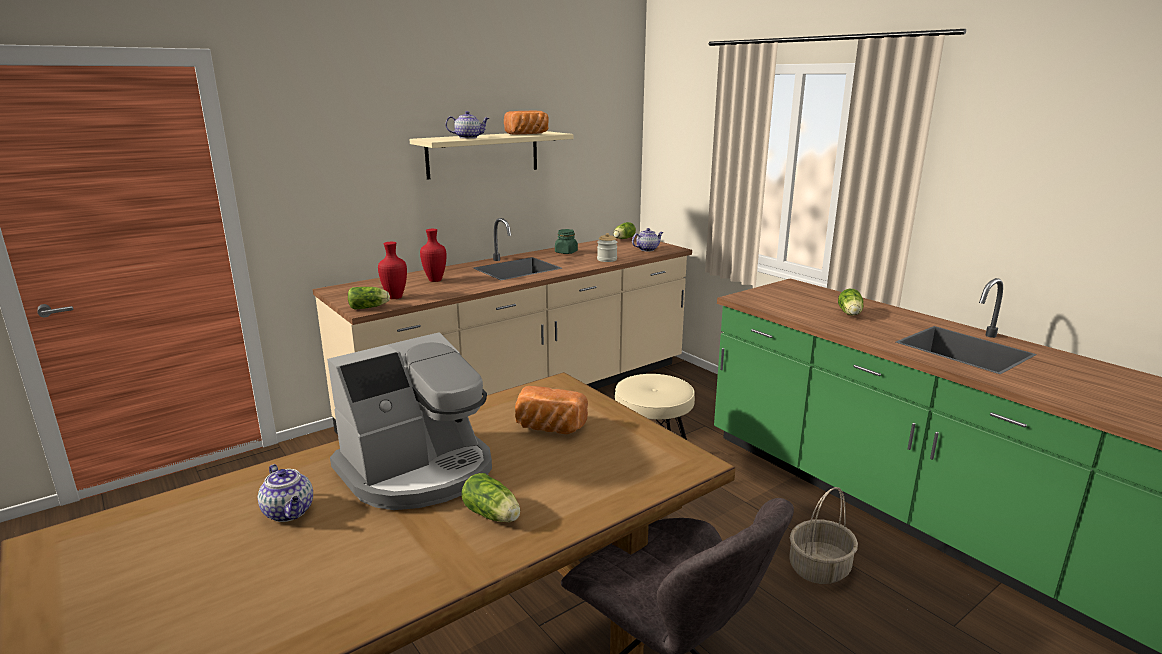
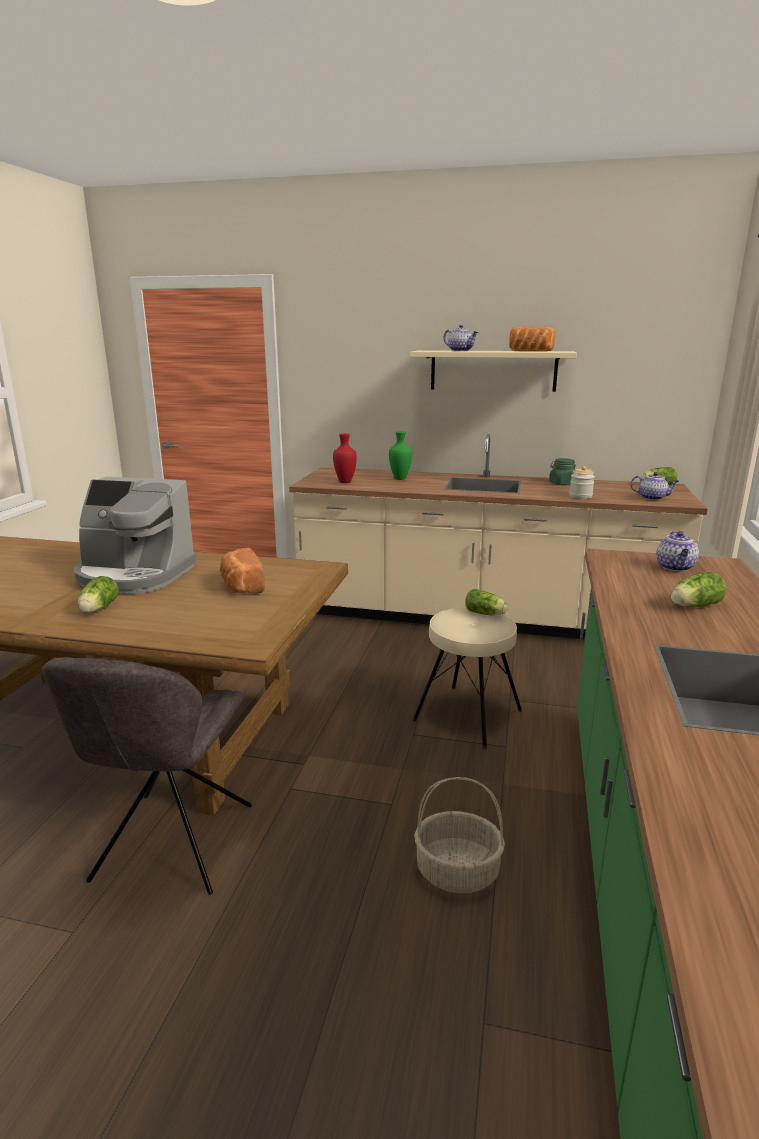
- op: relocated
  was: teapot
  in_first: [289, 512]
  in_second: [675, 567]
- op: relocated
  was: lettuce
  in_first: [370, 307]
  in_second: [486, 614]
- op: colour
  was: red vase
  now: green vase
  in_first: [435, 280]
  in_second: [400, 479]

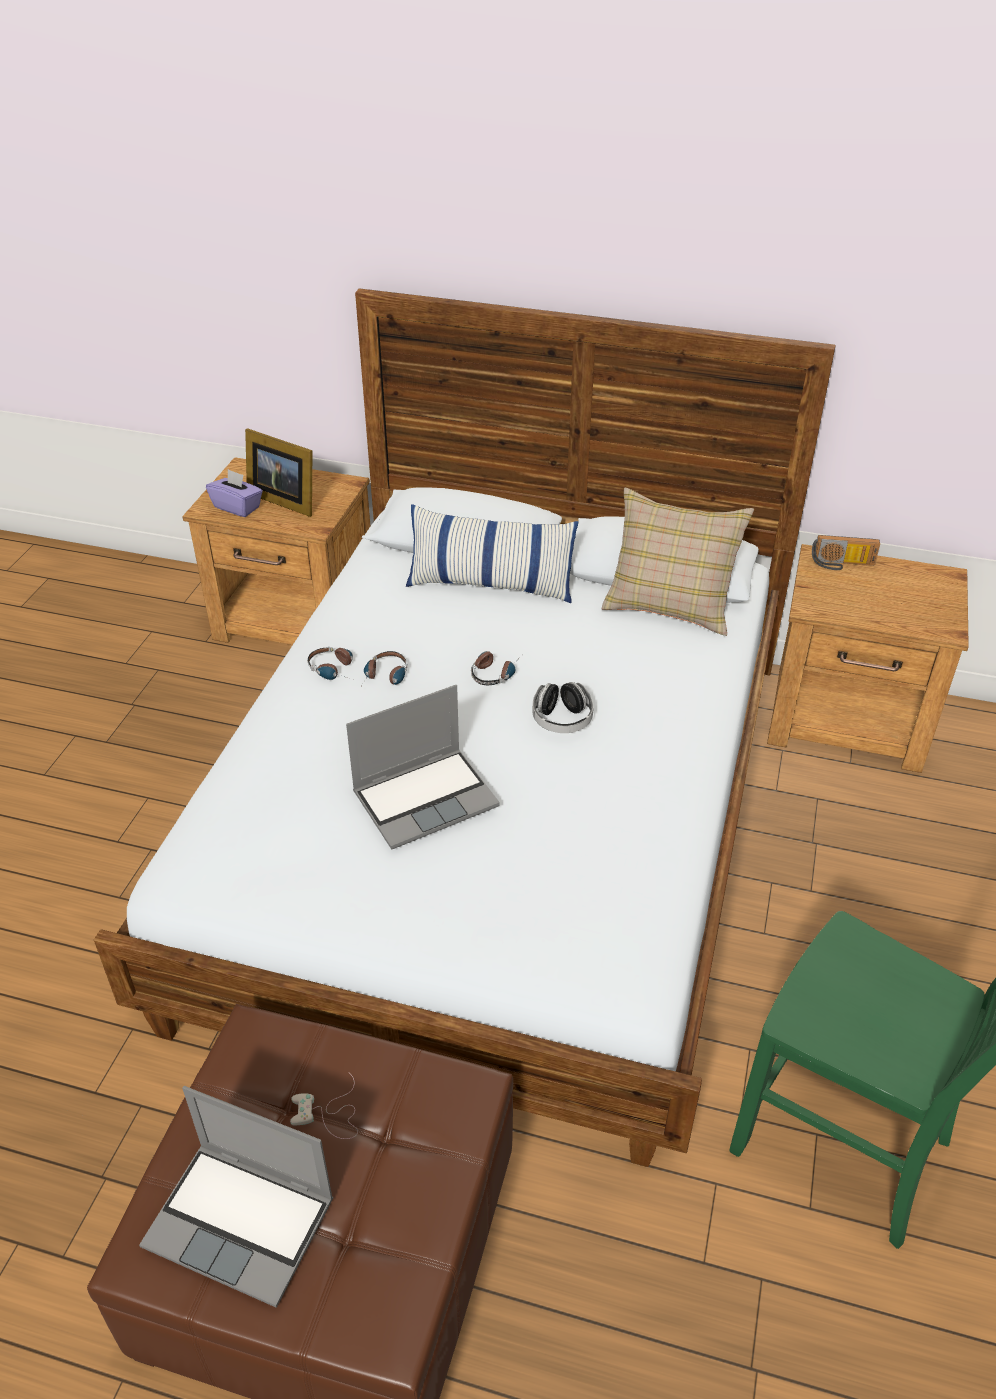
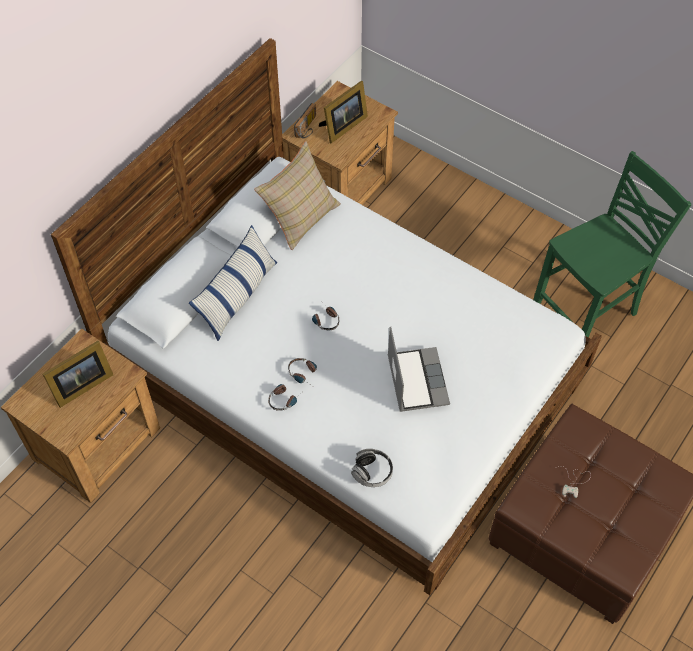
- op: missing
  was: laptop
  in_first: [243, 1222]
- op: missing
  was: purple tissue box
  in_first: [237, 507]
- op: appeared
  now: picture frame
  in_second: [342, 127]
- op: relocated
  was: headphones
  in_first: [562, 720]
  in_second: [372, 472]

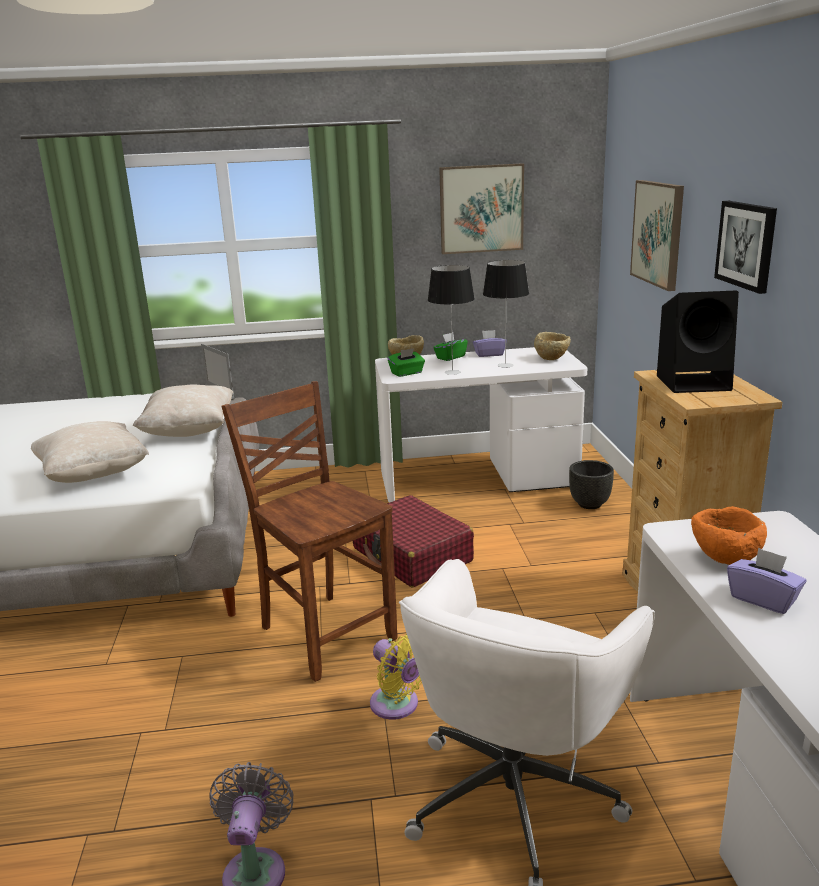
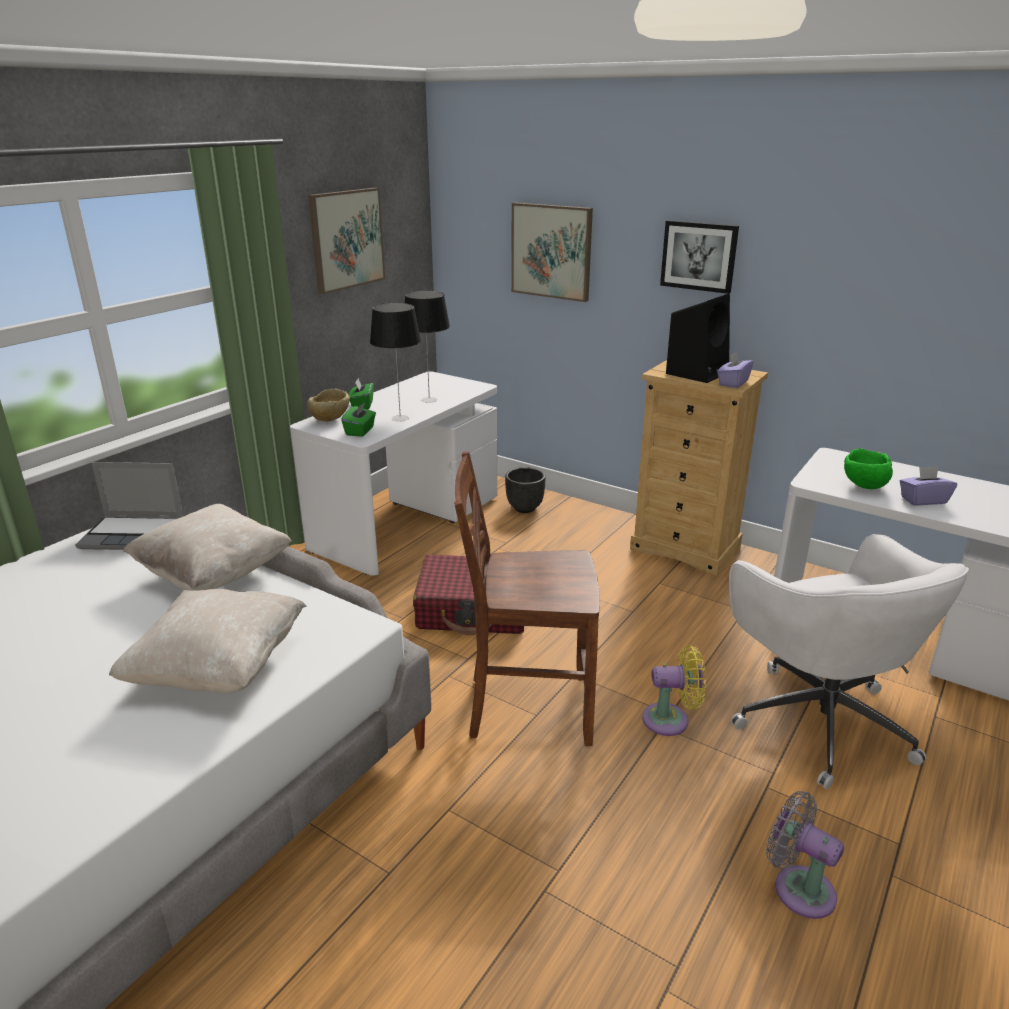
- op: missing
  was: beige bowl
  in_first: [552, 359]
- op: relocated
  was: purple tissue box
  in_first: [489, 354]
  in_second: [733, 383]
- op: colour
  was: orange bowl
  now: green bowl
  in_first: [724, 558]
  in_second: [863, 486]

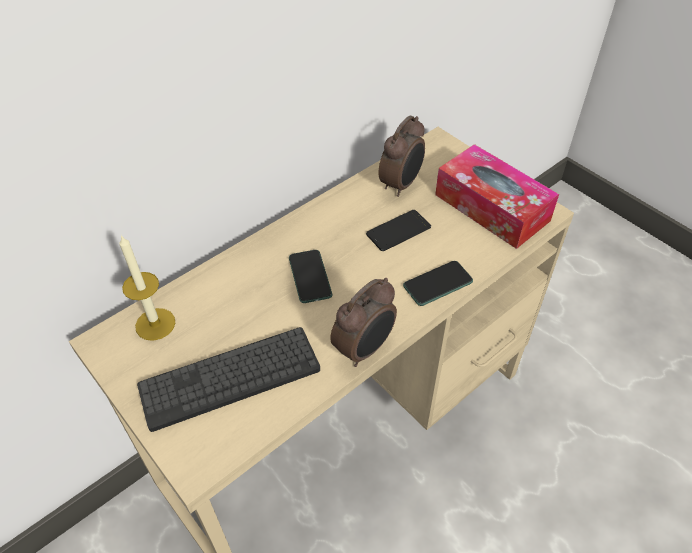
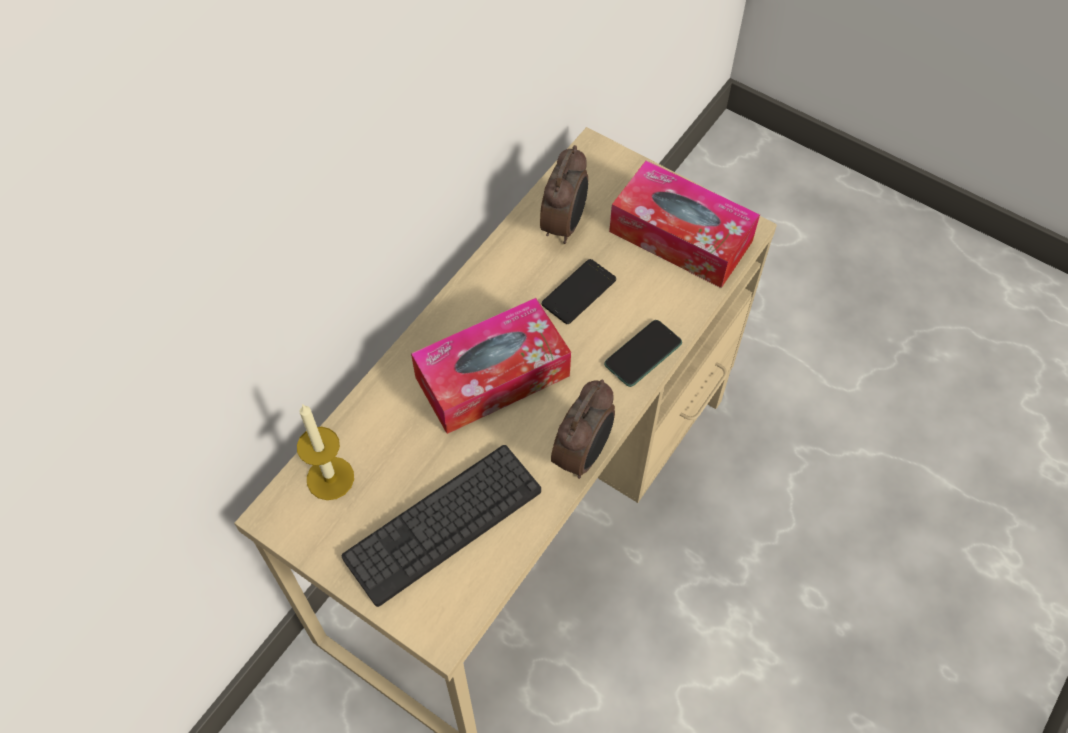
- op: exchanged
  was: phone
  now: tissue box
  in_first: [310, 277]
  in_second: [492, 377]

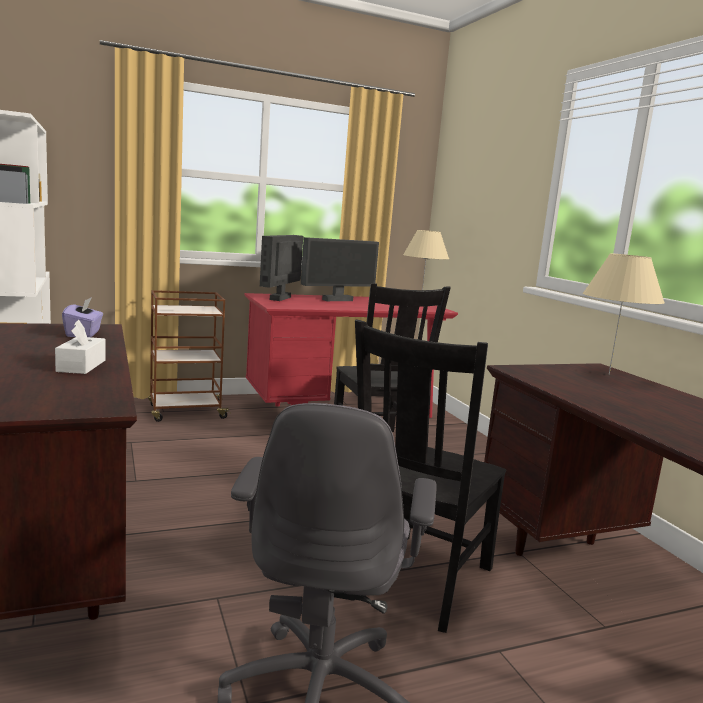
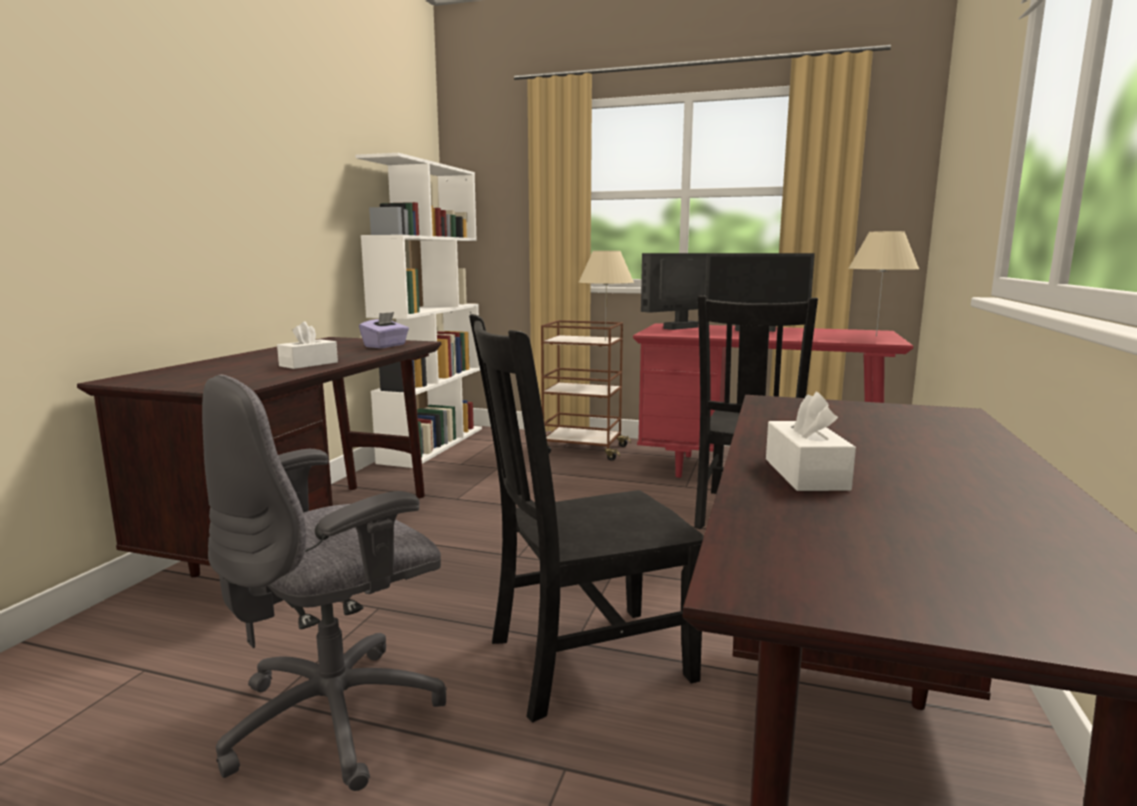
- op: appeared
  now: white tissue box
  in_second: [805, 474]
- op: relocated
  was: beige table lamp
  in_first: [609, 374]
  in_second: [605, 340]

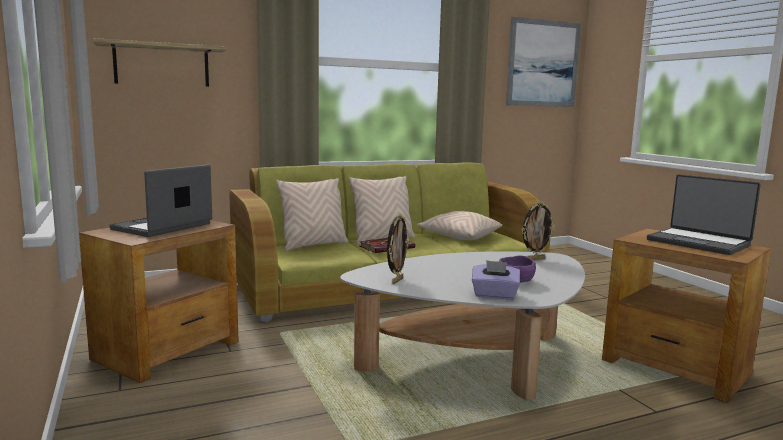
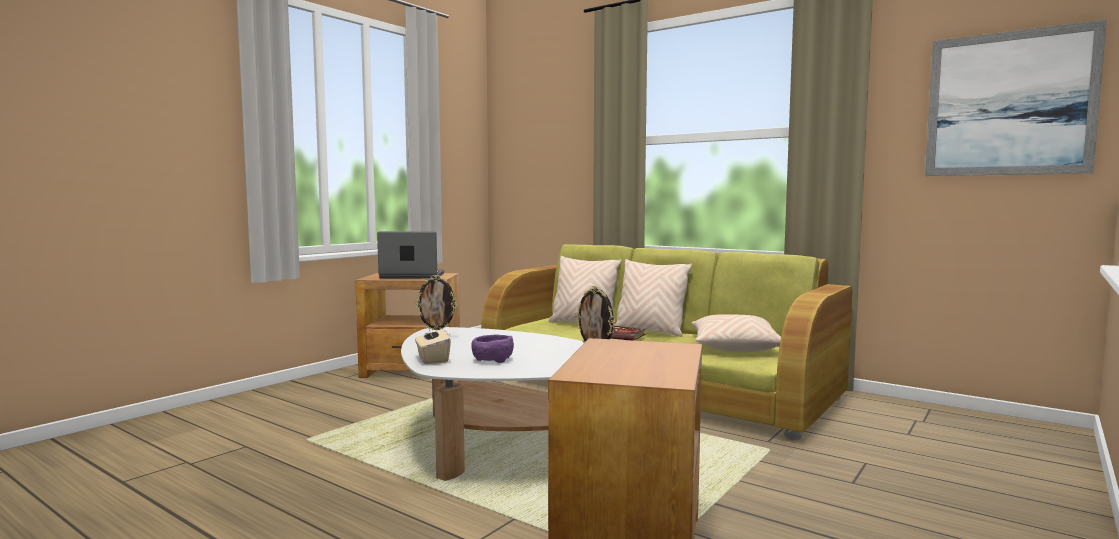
- op: missing
  was: shelf
  in_first: [162, 65]
- op: missing
  was: laptop
  in_first: [698, 243]
- op: colour
  was: purple tissue box
  now: beige tissue box
  in_first: [494, 295]
  in_second: [432, 359]

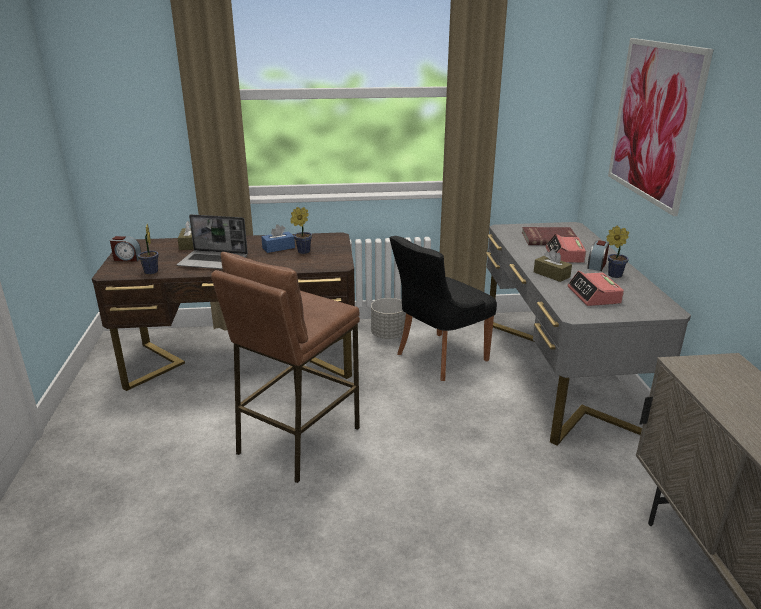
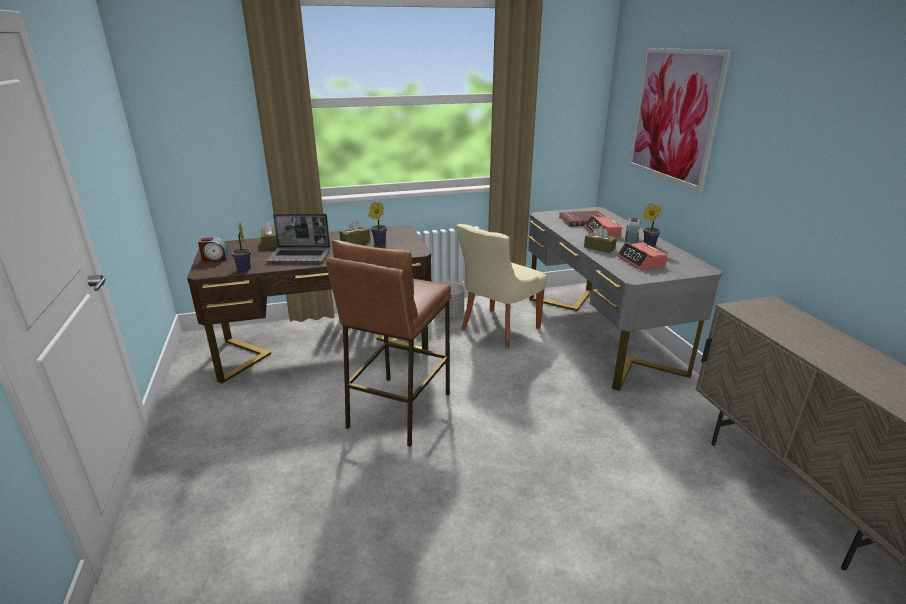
- op: colour
  was: blue tissue box
  now: brown tissue box
  in_first: [278, 248]
  in_second: [355, 241]
- op: colour
  was: black chair
  now: beige chair
  in_first: [438, 357]
  in_second: [498, 329]

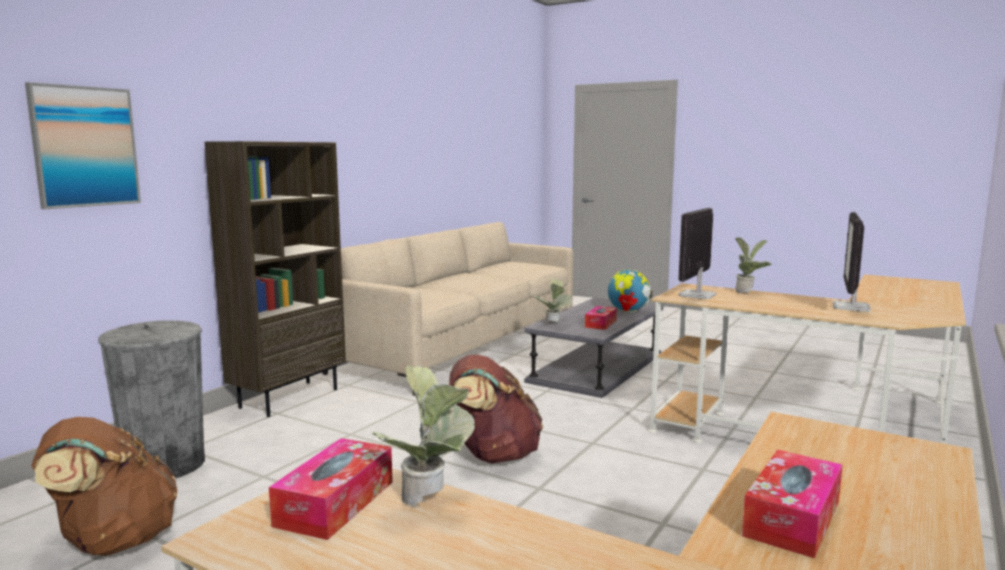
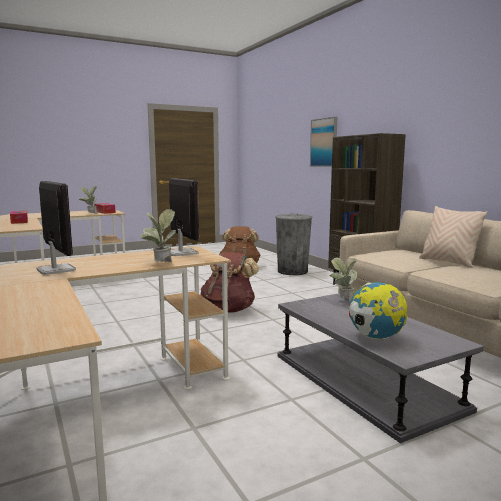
- op: missing
  was: tissue box
  in_first: [600, 324]
- op: appeared
  now: beige pillow
  in_second: [448, 262]

